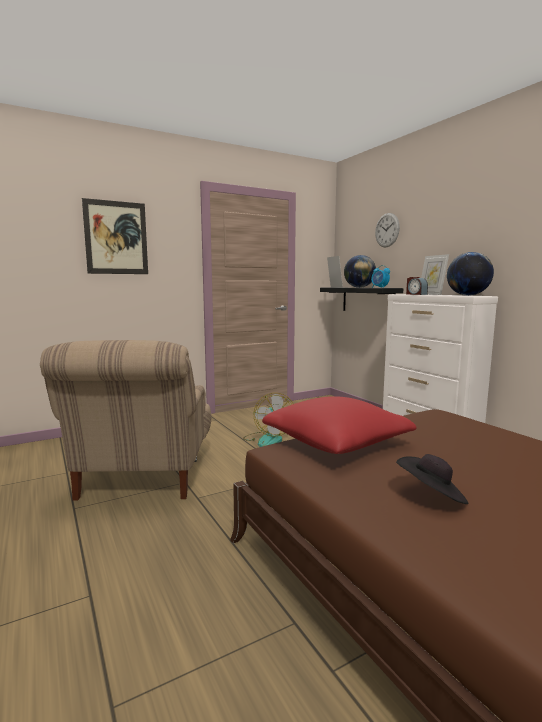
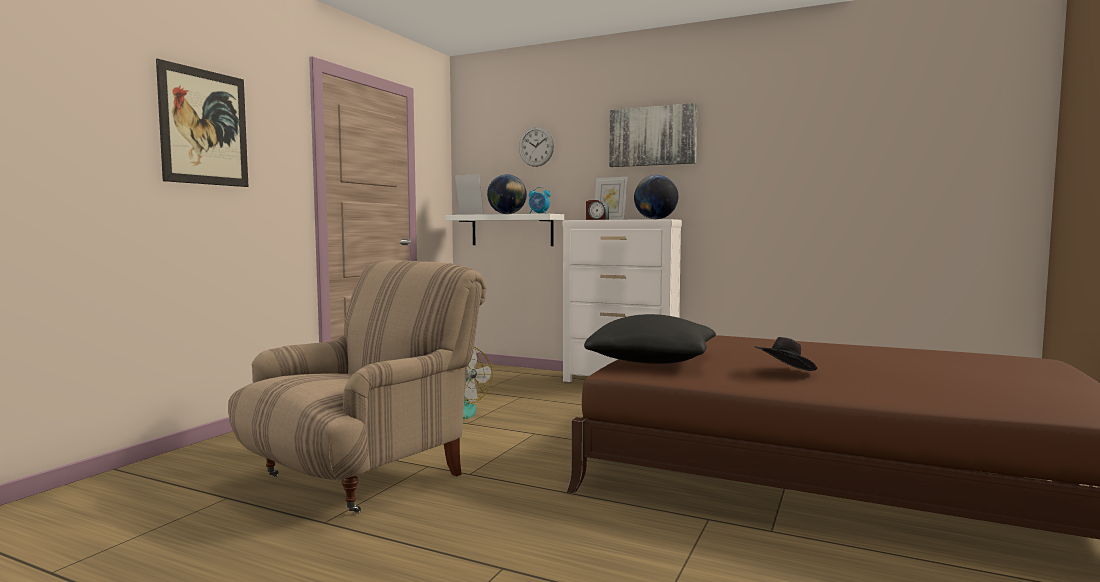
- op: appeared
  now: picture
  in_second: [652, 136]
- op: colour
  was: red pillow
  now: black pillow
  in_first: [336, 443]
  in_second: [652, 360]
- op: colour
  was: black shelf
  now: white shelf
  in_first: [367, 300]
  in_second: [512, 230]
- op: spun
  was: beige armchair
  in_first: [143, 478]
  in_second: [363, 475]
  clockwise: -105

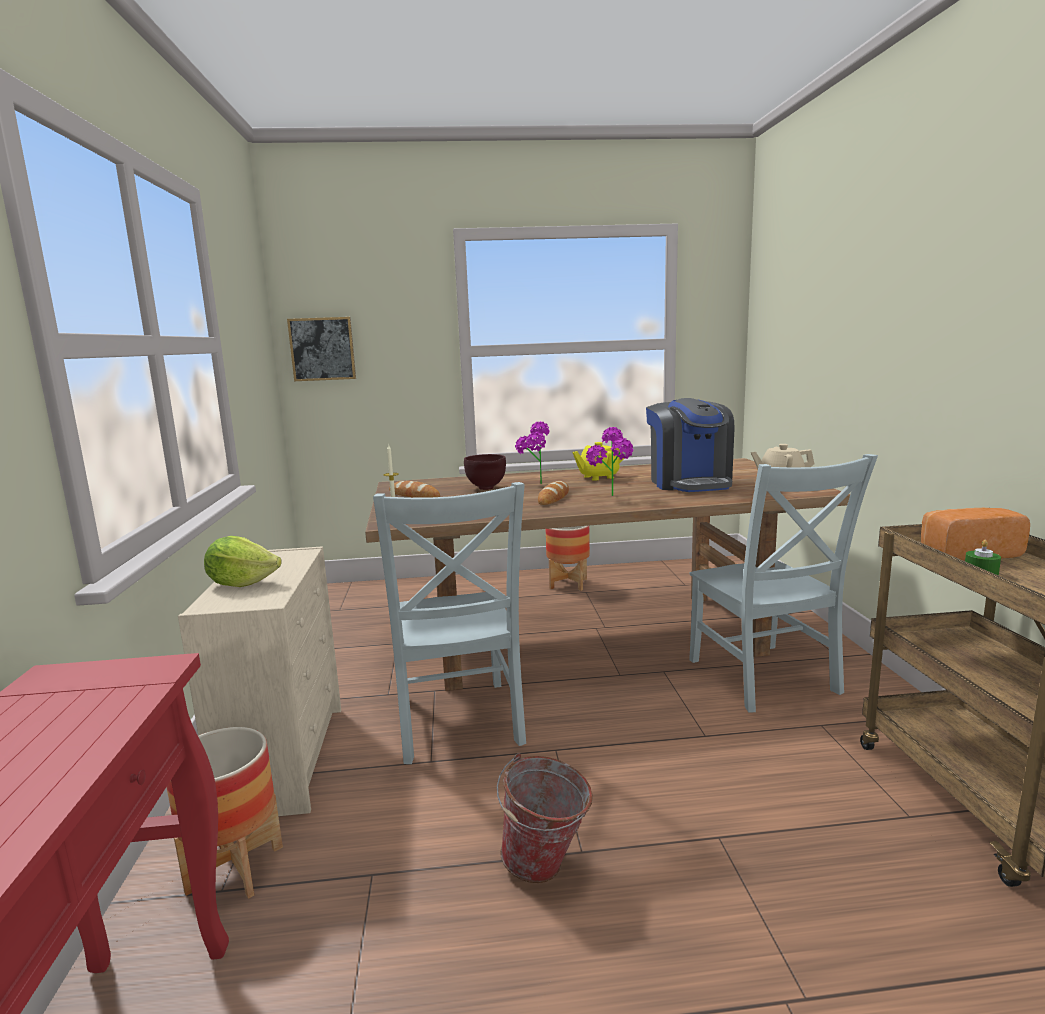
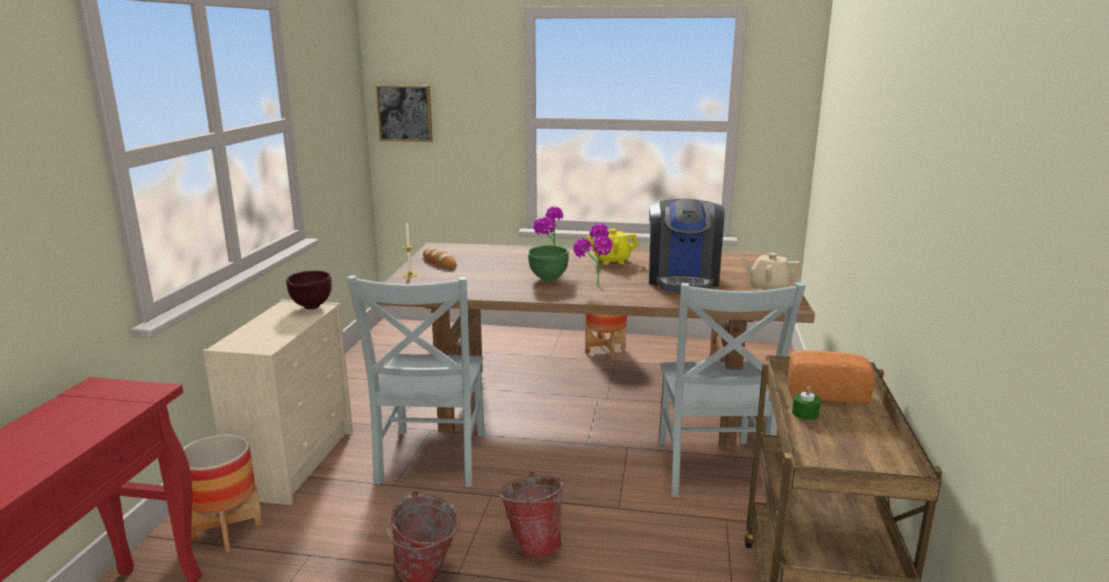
- op: missing
  was: lettuce
  in_first: [242, 583]
- op: appeared
  now: bucket
  in_second: [534, 545]
- op: relocated
  was: brown bowl
  in_first: [486, 488]
  in_second: [310, 308]
- op: exchanged
  was: bread
  now: green bowl
  in_first: [553, 497]
  in_second: [547, 280]

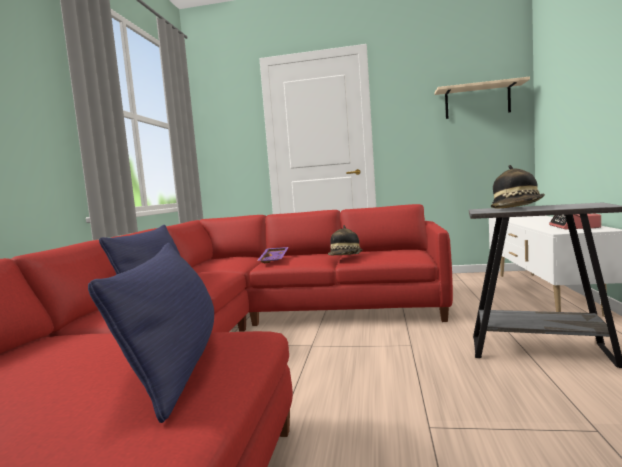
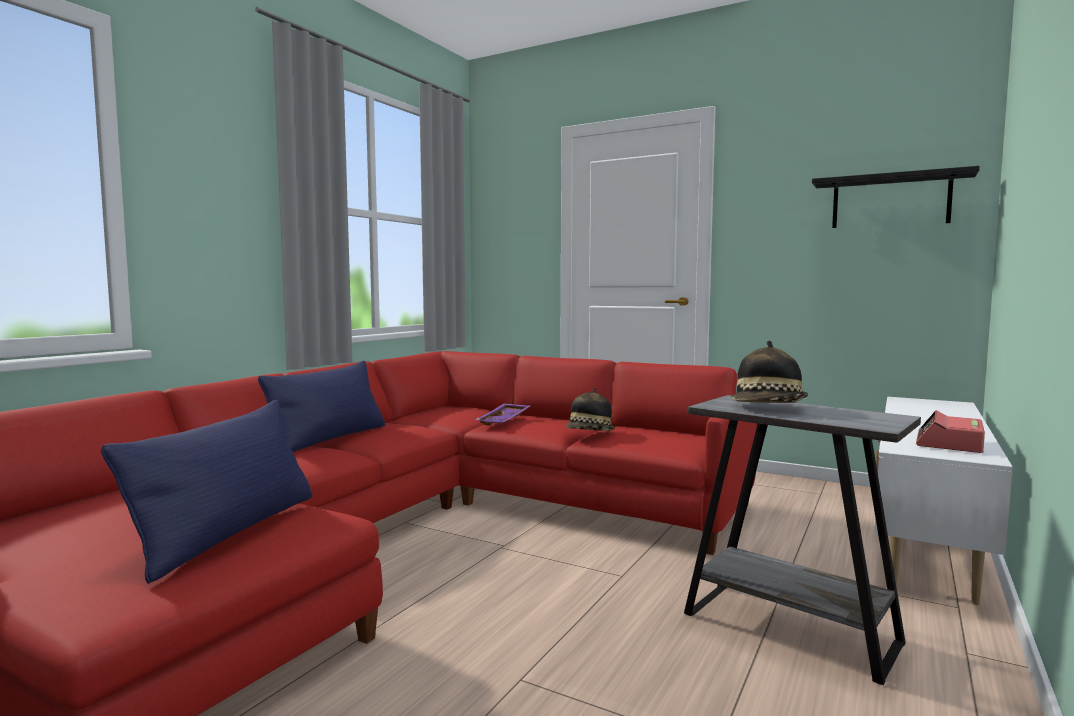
- op: colour
  was: beige shelf
  now: black shelf
  in_first: [477, 101]
  in_second: [890, 202]

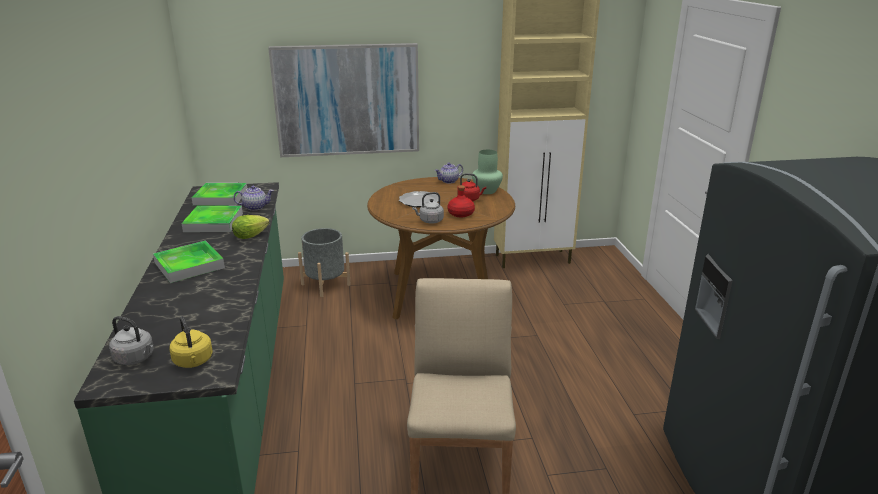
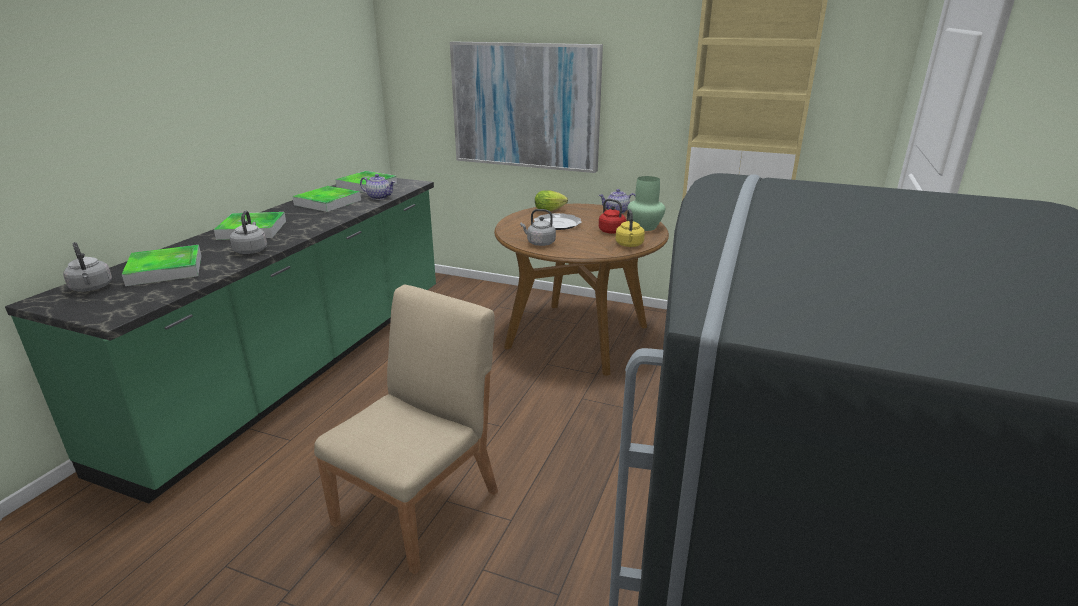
- op: missing
  was: grey planter
  in_first: [325, 284]
- op: missing
  was: red bottle
  in_first: [461, 214]
- op: appeared
  now: tray
  in_second: [165, 270]
- op: appeared
  now: grey kettle
  in_second: [251, 250]
- op: relocated
  was: yellow kettle
  in_first: [193, 362]
  in_second: [629, 245]
- op: relocated
  was: lettuce
  in_first: [252, 236]
  in_second: [551, 210]

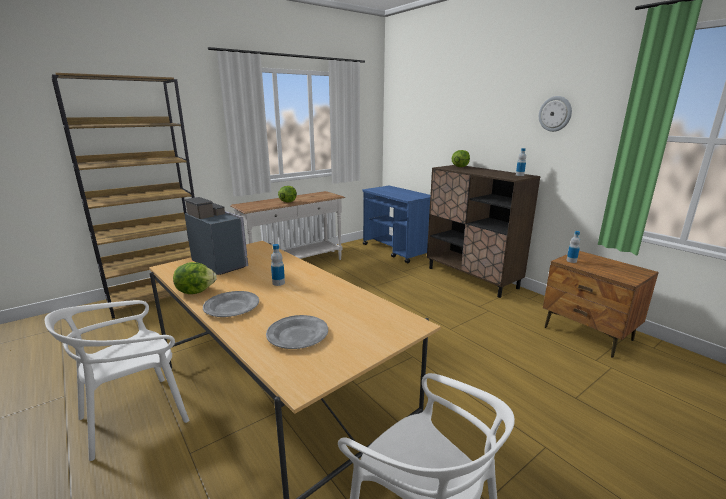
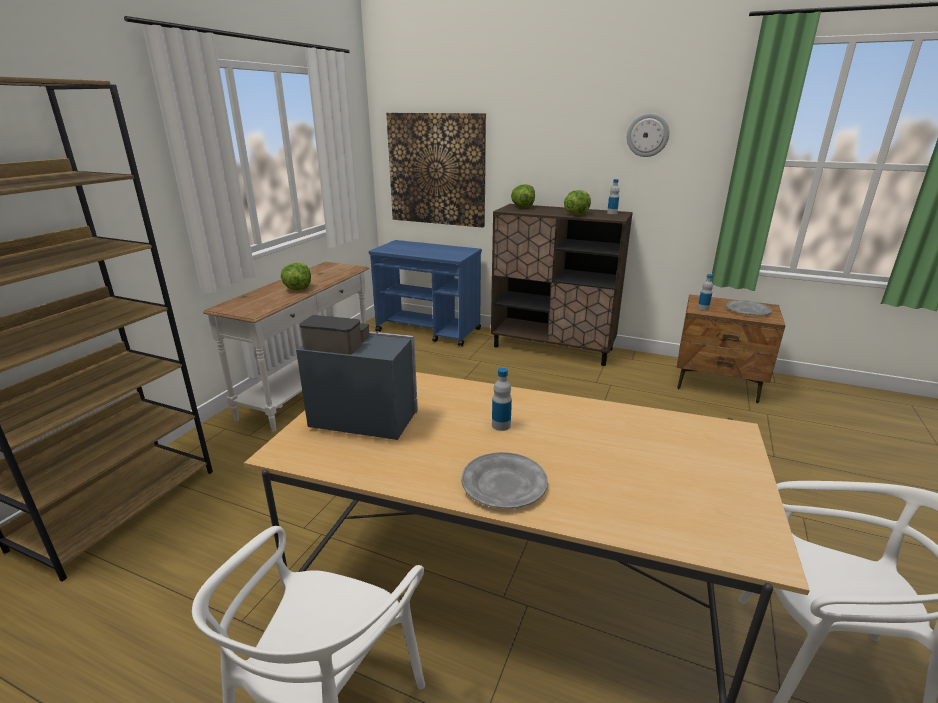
- op: appeared
  now: picture
  in_second: [436, 170]
- op: relocated
  was: lettuce
  in_first: [196, 291]
  in_second: [576, 214]
- op: relocated
  was: grey plate
  in_first: [297, 335]
  in_second: [748, 310]

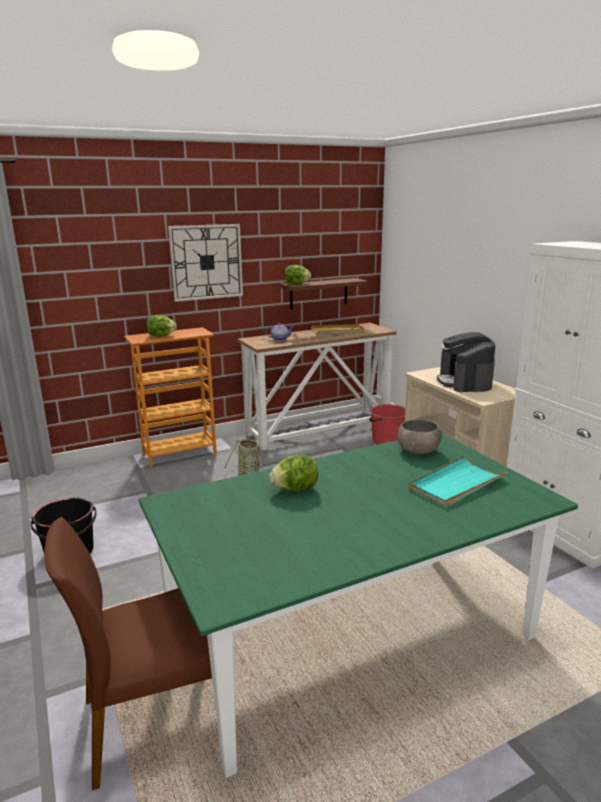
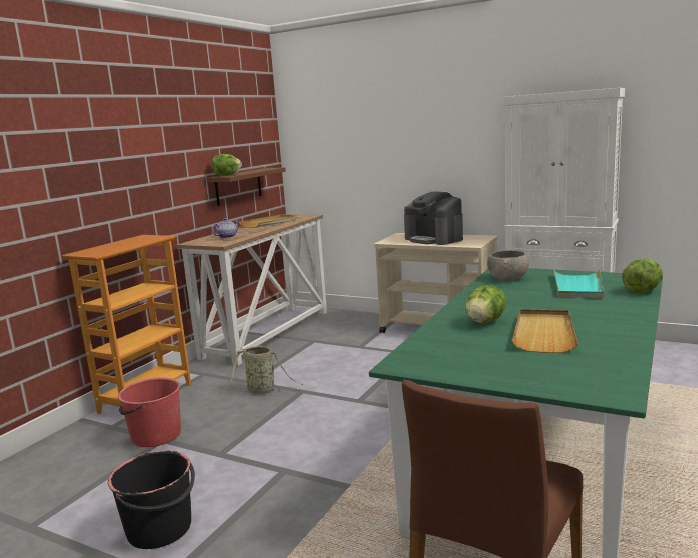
- op: missing
  was: wall clock
  in_first: [206, 262]
- op: appeared
  now: beige tray
  in_second: [544, 333]
- op: relocated
  was: lettuce
  in_first: [161, 336]
  in_second: [642, 291]
- op: relocated
  was: red bucket
  in_first: [387, 441]
  in_second: [155, 435]

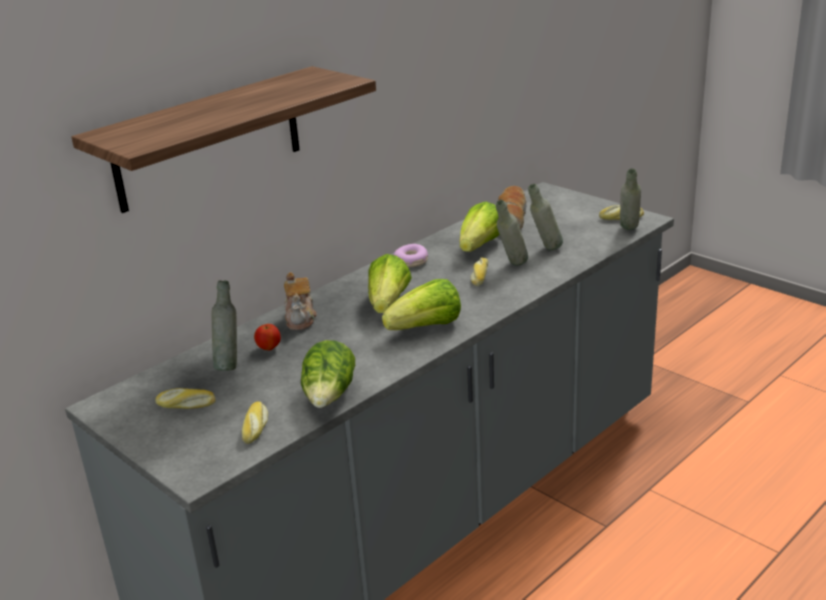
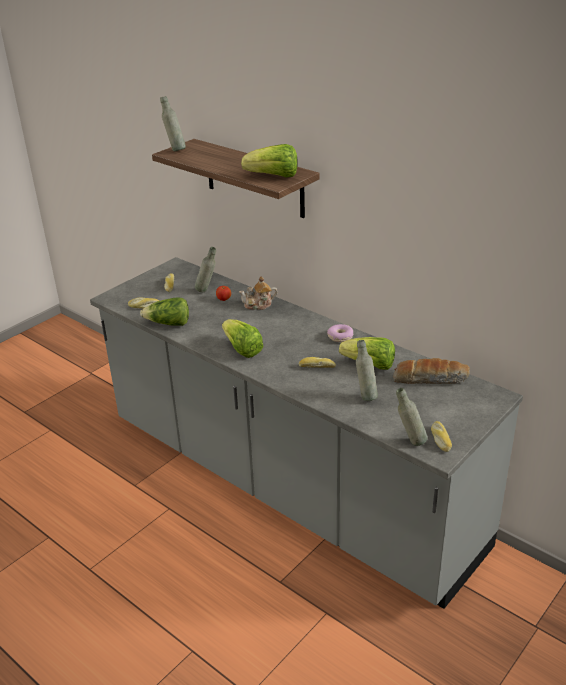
- op: relocated
  was: lettuce
  in_first: [388, 304]
  in_second: [274, 176]
- op: relocated
  was: grey bottle
  in_first: [511, 266]
  in_second: [175, 150]

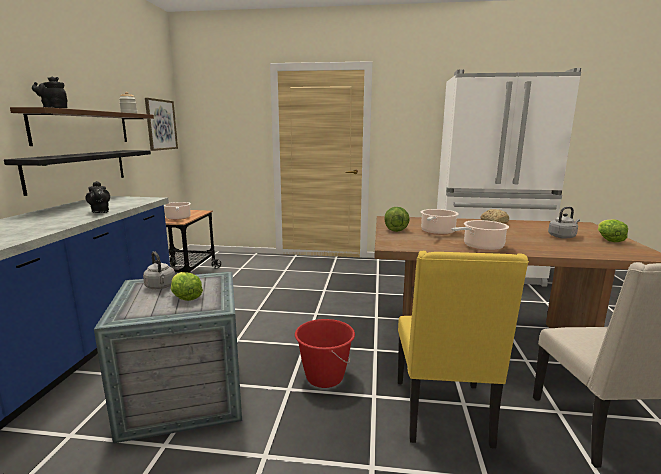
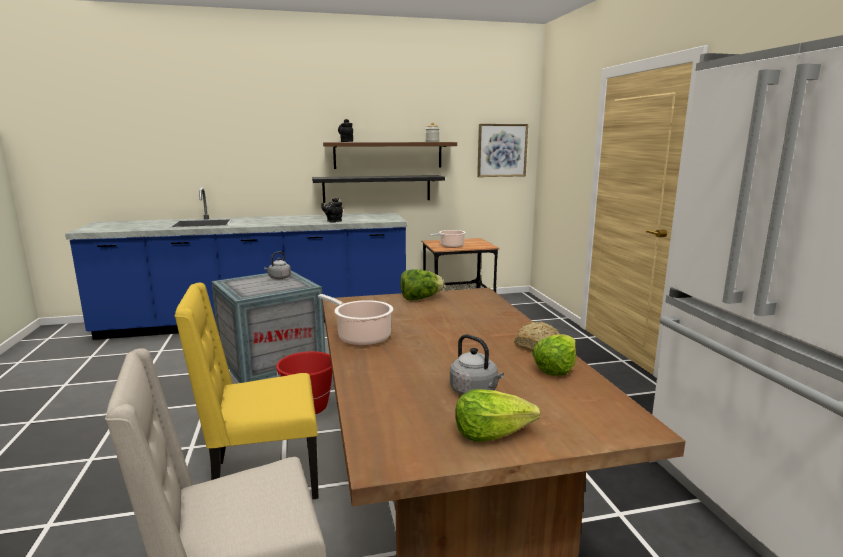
- op: missing
  was: cooking pot
  in_first: [437, 232]
- op: relocated
  was: lettuce
  in_first: [185, 296]
  in_second: [555, 368]

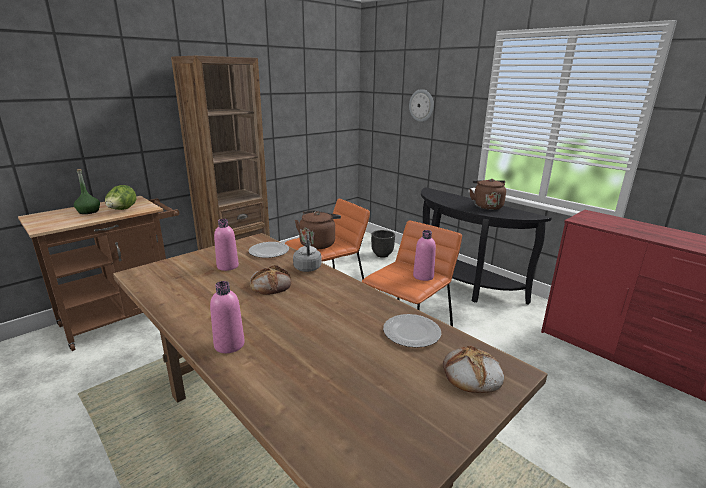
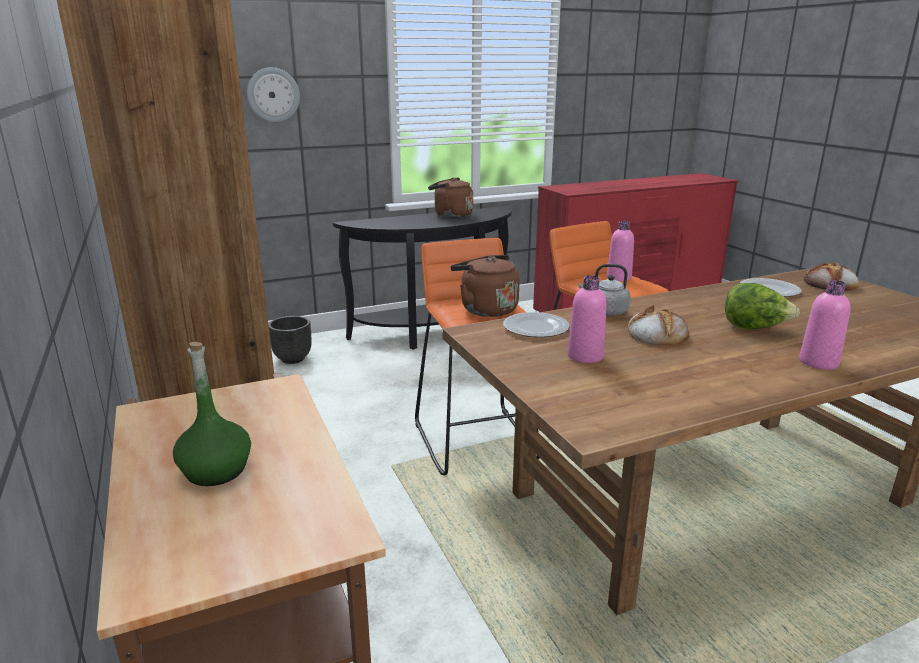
- op: relocated
  was: lettuce
  in_first: [122, 210]
  in_second: [754, 328]

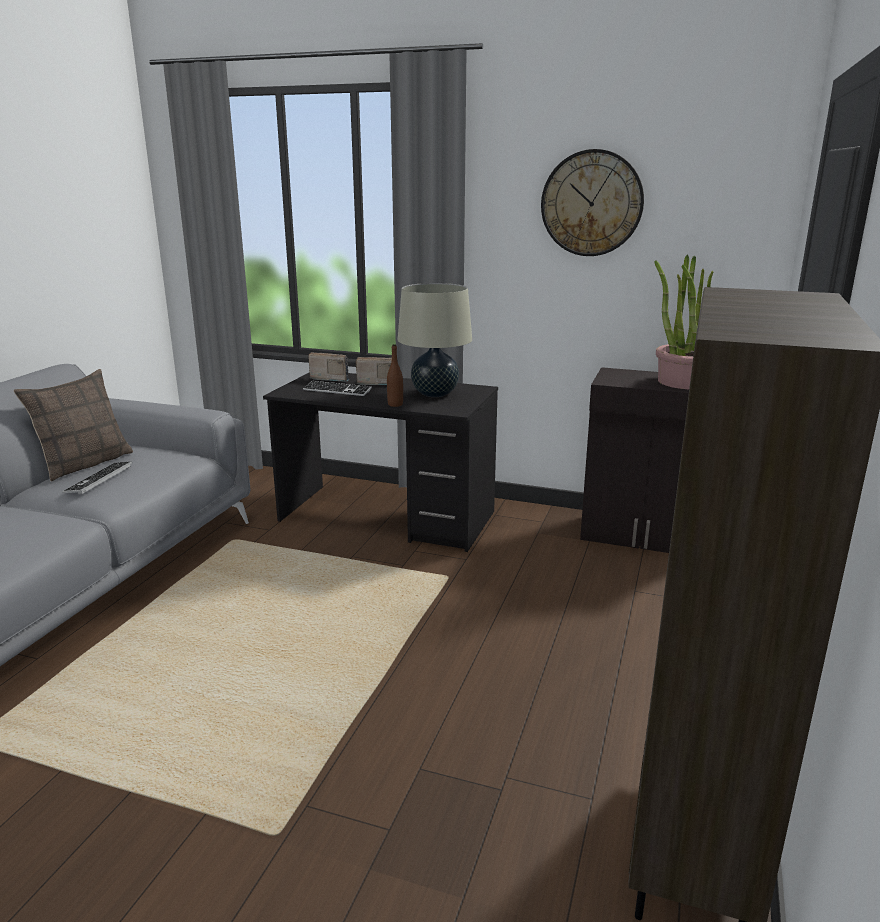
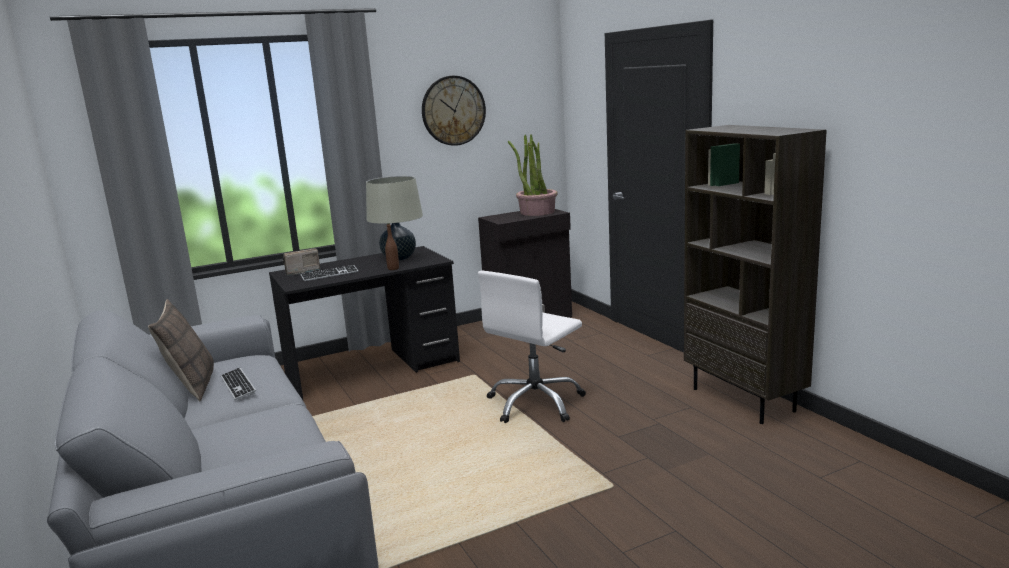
- op: missing
  was: radio
  in_first: [377, 383]
- op: appeared
  now: white office chair
  in_second: [536, 403]

